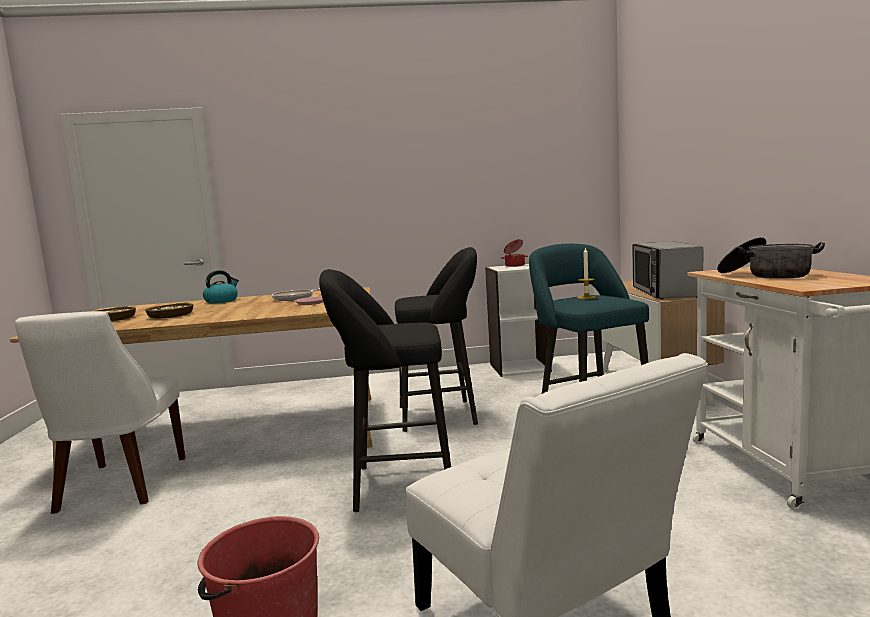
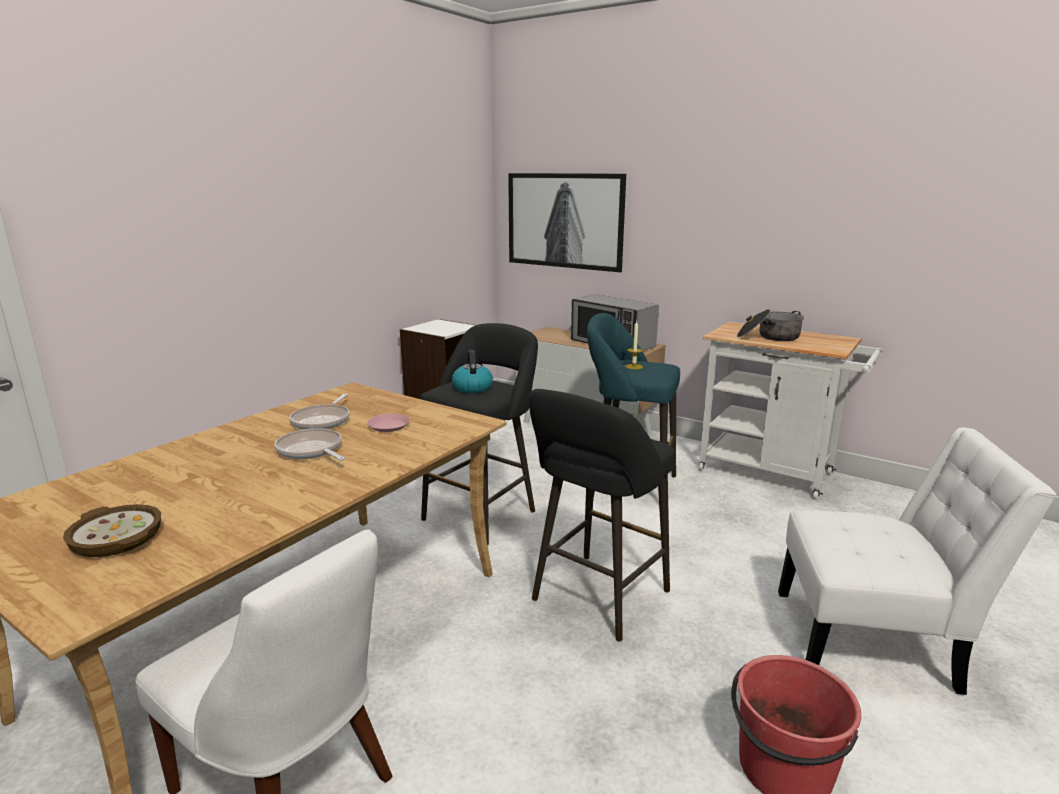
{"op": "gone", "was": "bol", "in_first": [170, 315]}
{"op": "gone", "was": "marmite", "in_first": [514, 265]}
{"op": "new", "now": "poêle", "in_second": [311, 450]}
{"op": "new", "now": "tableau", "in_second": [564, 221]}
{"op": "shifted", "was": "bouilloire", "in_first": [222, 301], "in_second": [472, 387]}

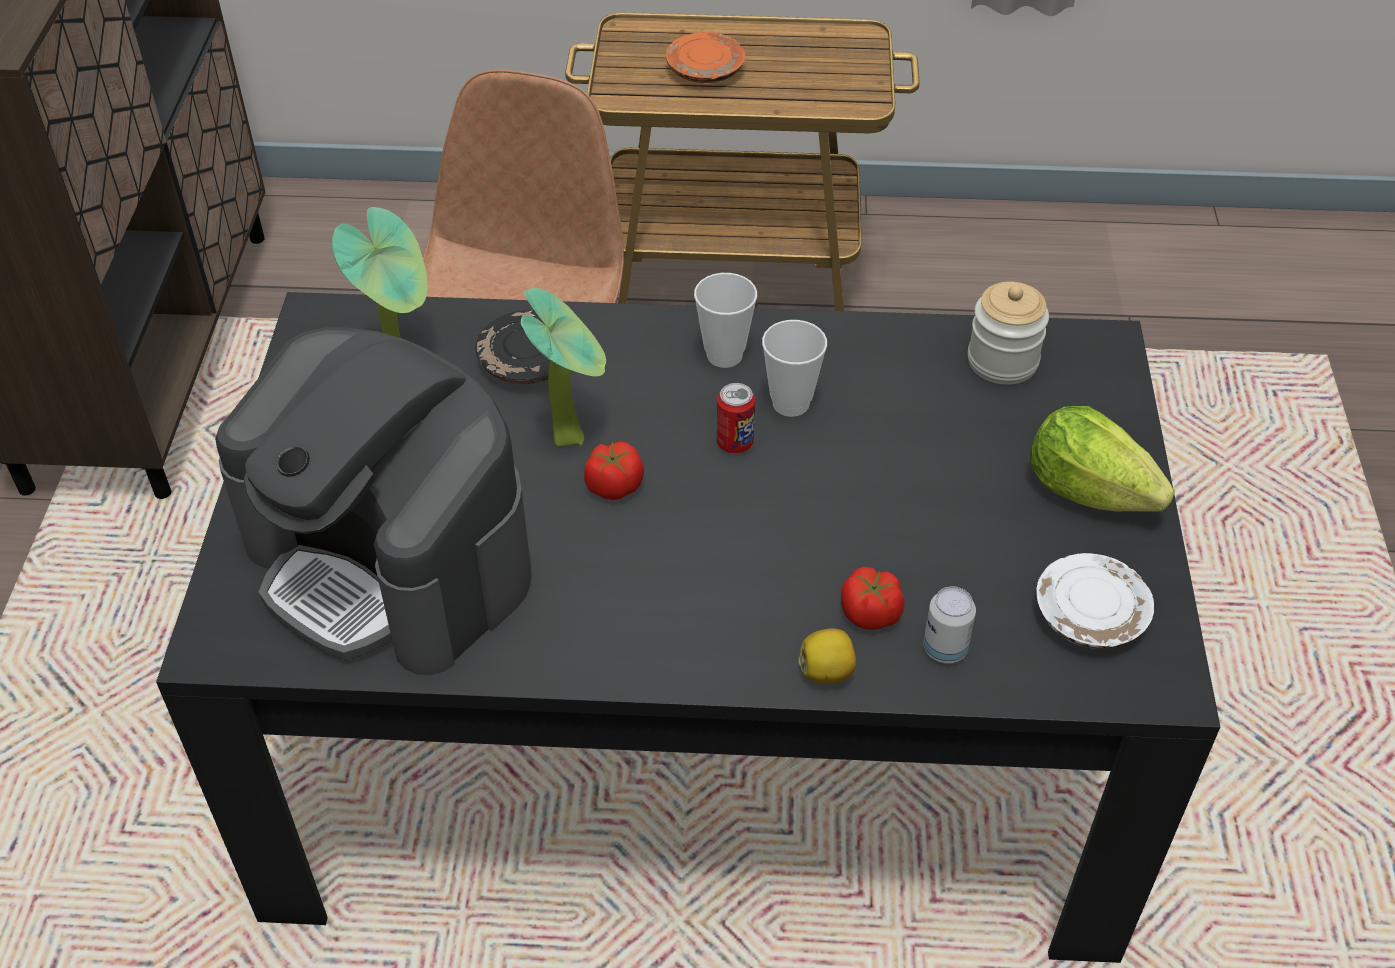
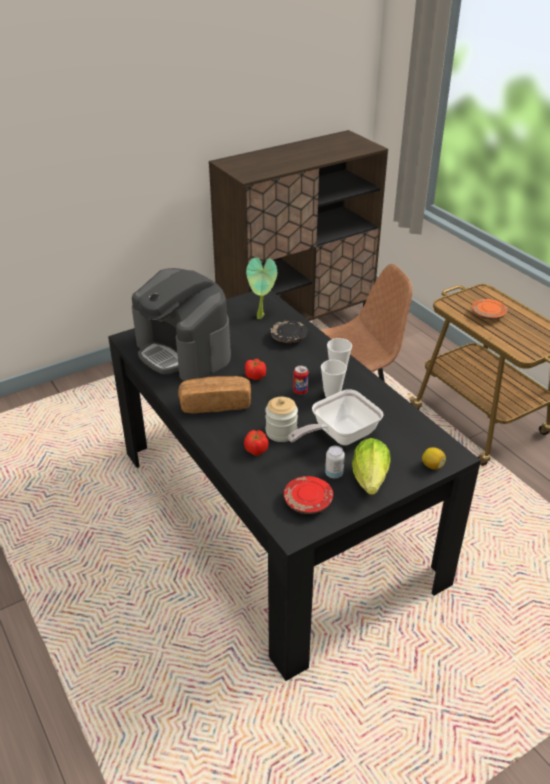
{"op": "gone", "was": "plante en pot", "in_first": [573, 436]}
{"op": "new", "now": "pain", "in_second": [215, 404]}
{"op": "new", "now": "poêle", "in_second": [339, 435]}
{"op": "shifted", "was": "citron", "in_first": [827, 672], "in_second": [432, 465]}
{"op": "shifted", "was": "boîte métallique", "in_first": [945, 649], "in_second": [334, 474]}
{"op": "shifted", "was": "bocal", "in_first": [1002, 361], "in_second": [281, 432]}
{"op": "repainted", "was": "assiette [blanc]", "now": "assiette [rouge]", "in_first": [1090, 615], "in_second": [308, 502]}
{"op": "rotated", "was": "machine à café", "in_first": [392, 562], "in_second": [184, 351], "clockwise": -45}

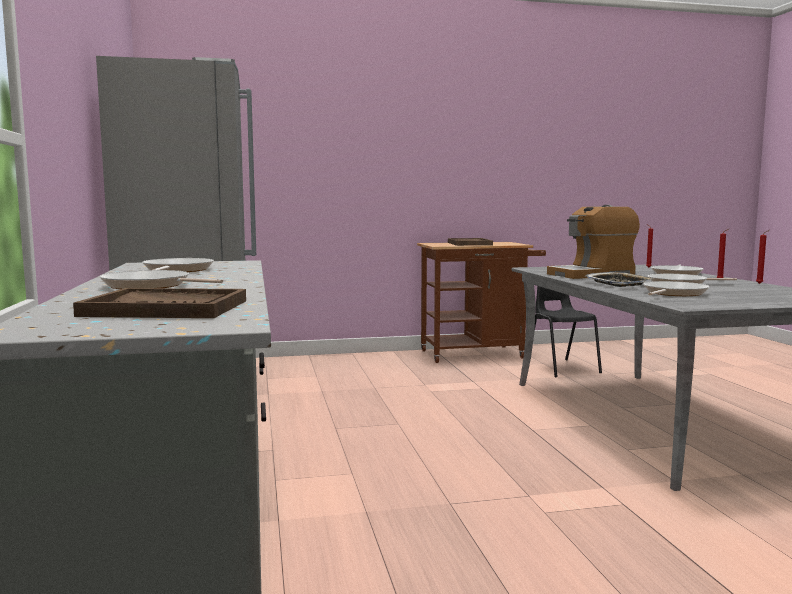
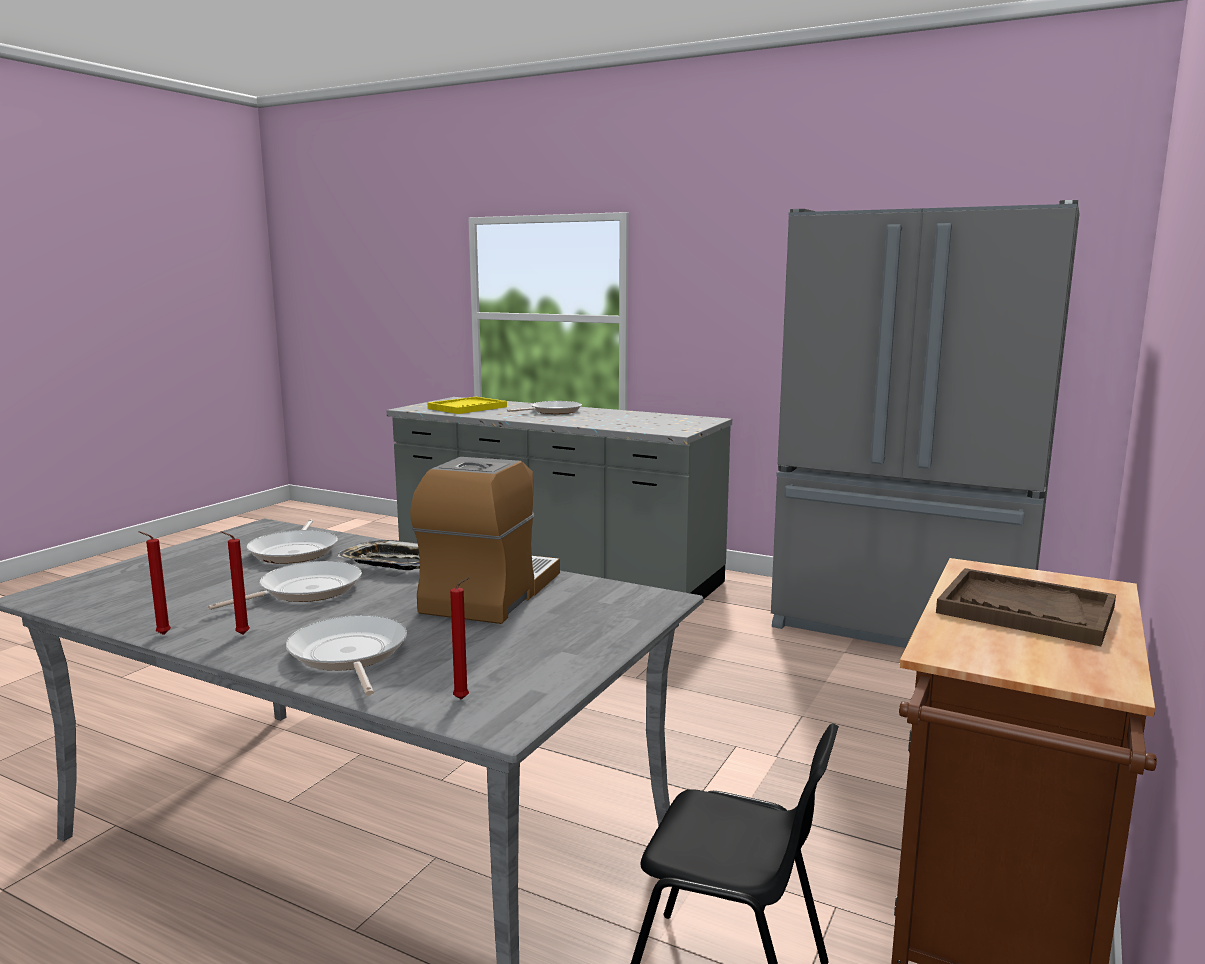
{"op": "gone", "was": "poêle", "in_first": [176, 270]}
{"op": "repainted", "was": "plateau [marron]", "now": "plateau [jaune]", "in_first": [167, 308], "in_second": [467, 408]}

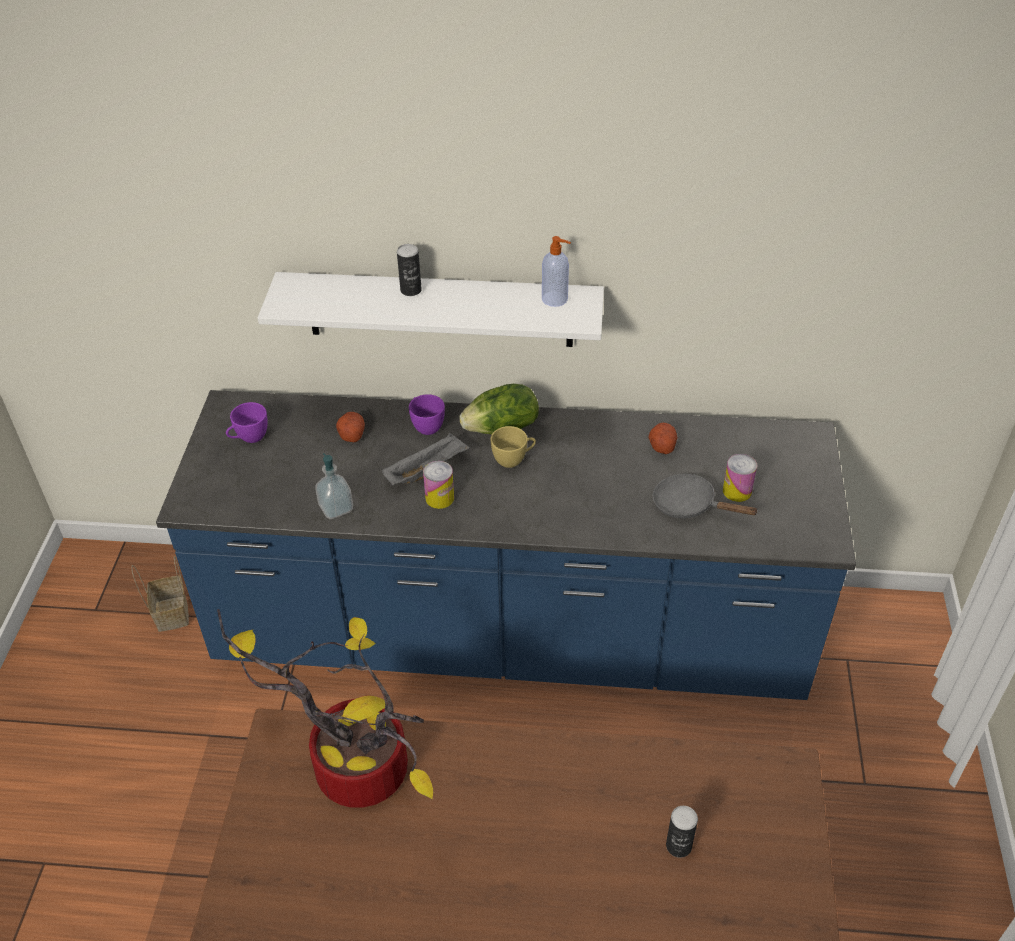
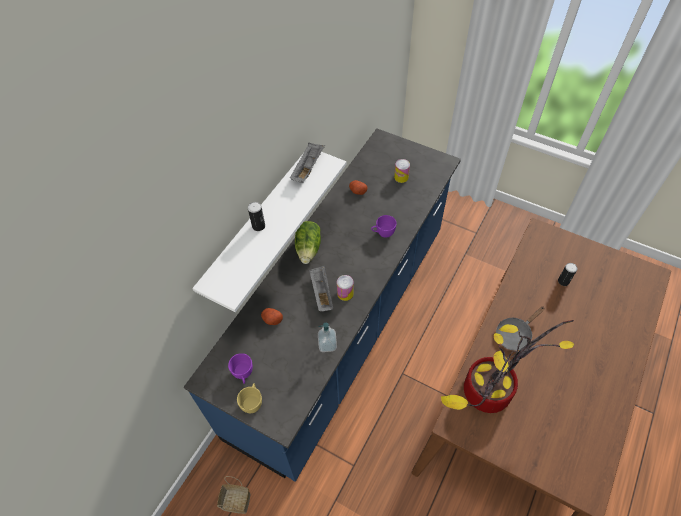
{"op": "shifted", "was": "tasse [violet]", "in_first": [426, 425], "in_second": [383, 233]}
{"op": "shifted", "was": "tasse [jaune]", "in_first": [513, 460], "in_second": [252, 402]}
{"op": "shifted", "was": "poêle [gris]", "in_first": [689, 505], "in_second": [515, 334]}
{"op": "swapped", "was": "distributeur de savon", "now": "plateau [gris]", "in_first": [555, 299], "in_second": [308, 168]}

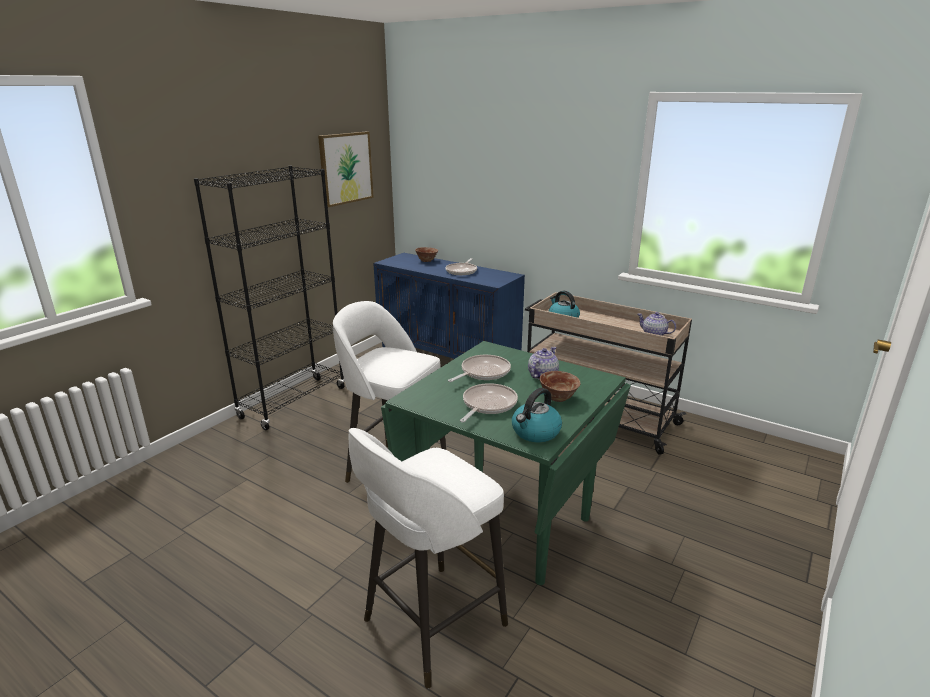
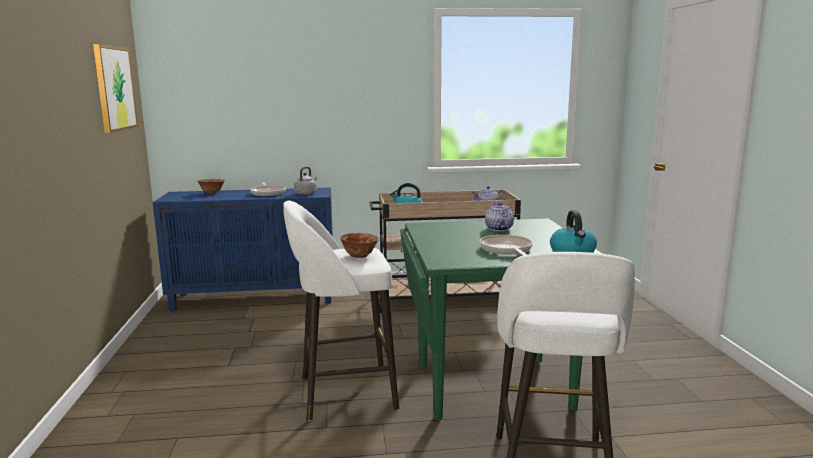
{"op": "gone", "was": "bibliothèque [noir]", "in_first": [293, 402]}
{"op": "gone", "was": "poêle", "in_first": [483, 372]}
{"op": "new", "now": "bouilloire [gris]", "in_second": [306, 193]}
{"op": "shifted", "was": "bol", "in_first": [558, 398], "in_second": [359, 256]}

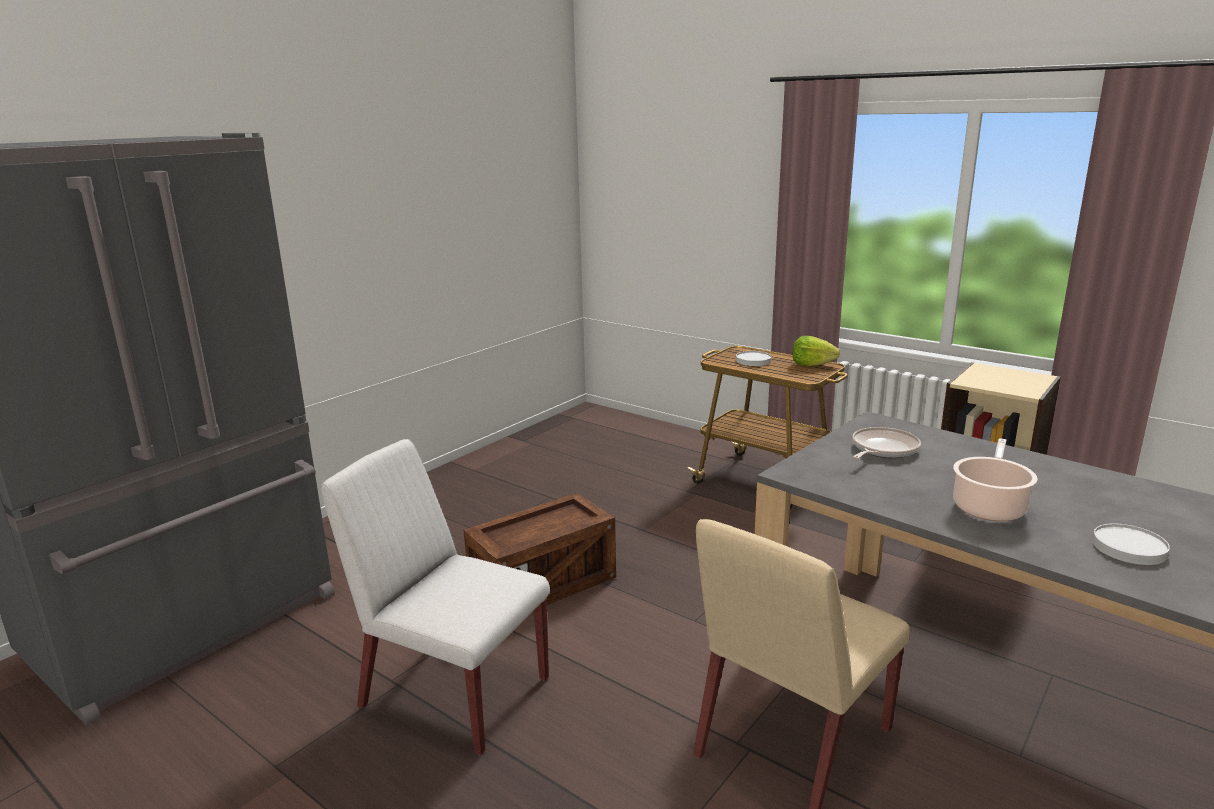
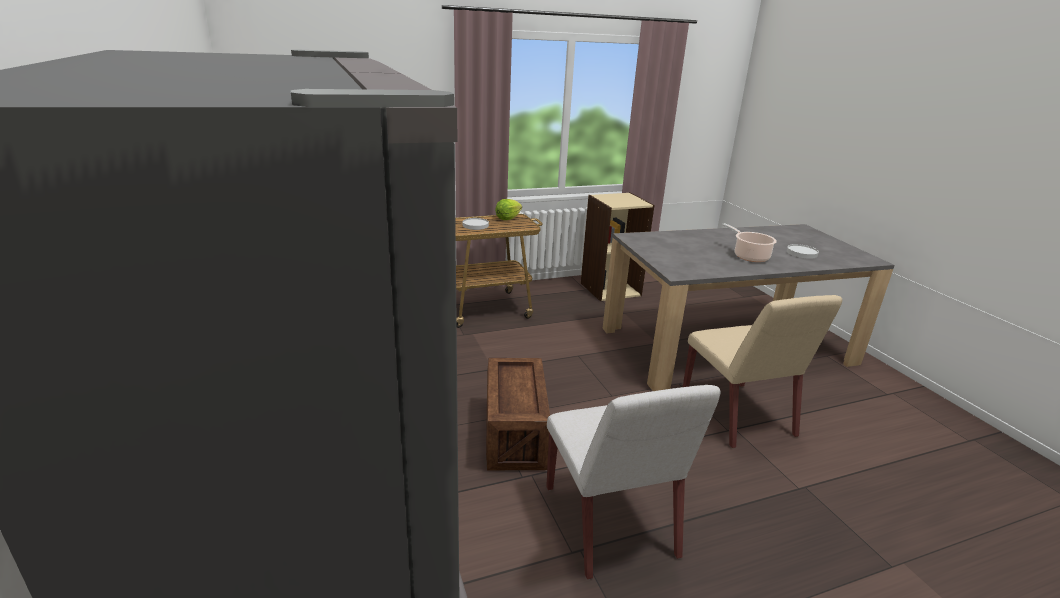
{"op": "gone", "was": "poêle", "in_first": [882, 449]}
{"op": "rotated", "was": "chaise [blanc]", "in_first": [453, 691], "in_second": [610, 522], "clockwise": -75}

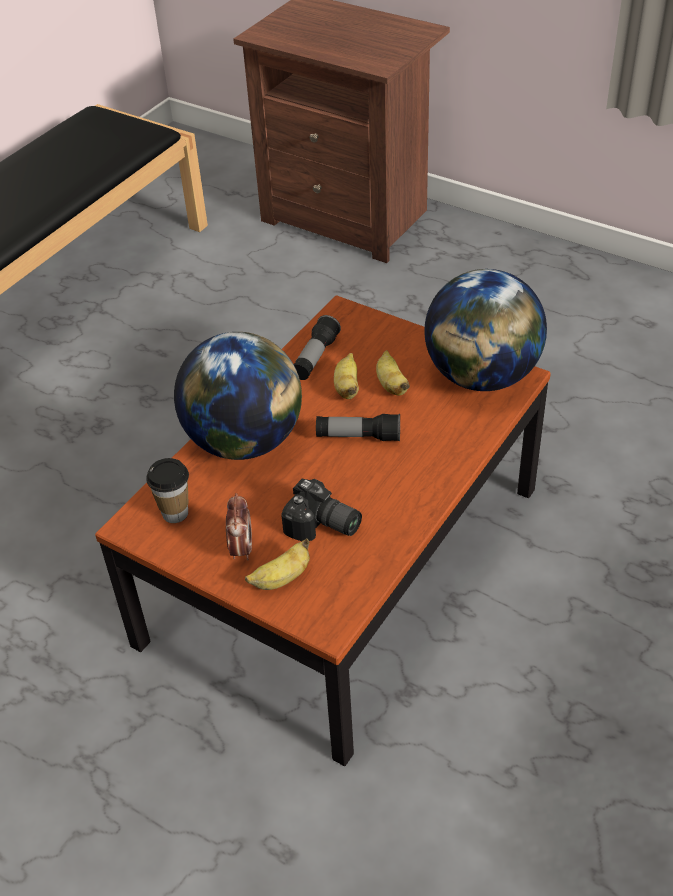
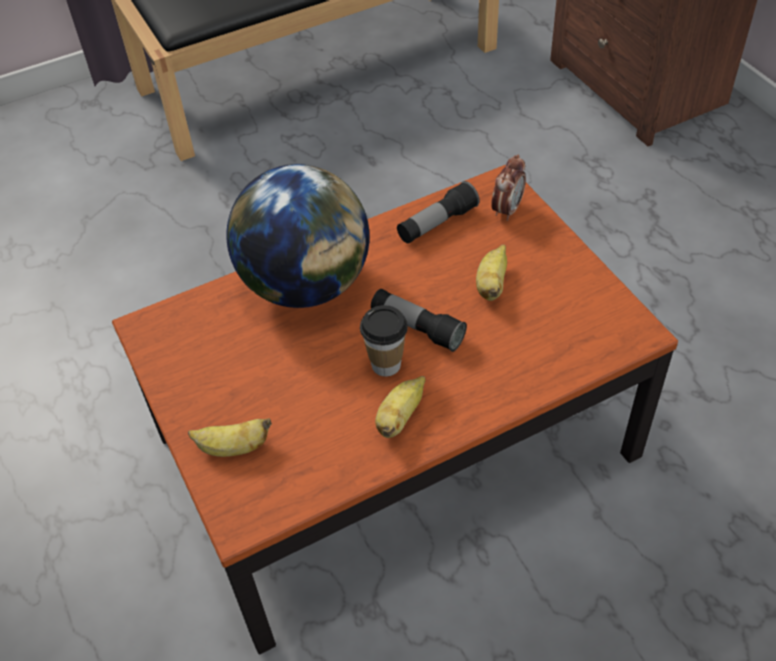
{"op": "gone", "was": "appareil photo", "in_first": [322, 527]}
{"op": "gone", "was": "globe", "in_first": [482, 376]}
{"op": "shifted", "was": "tasse", "in_first": [175, 513], "in_second": [386, 365]}
{"op": "shifted", "was": "réveil", "in_first": [241, 548], "in_second": [507, 210]}
{"op": "shifted", "was": "banane", "in_first": [347, 387], "in_second": [400, 417]}

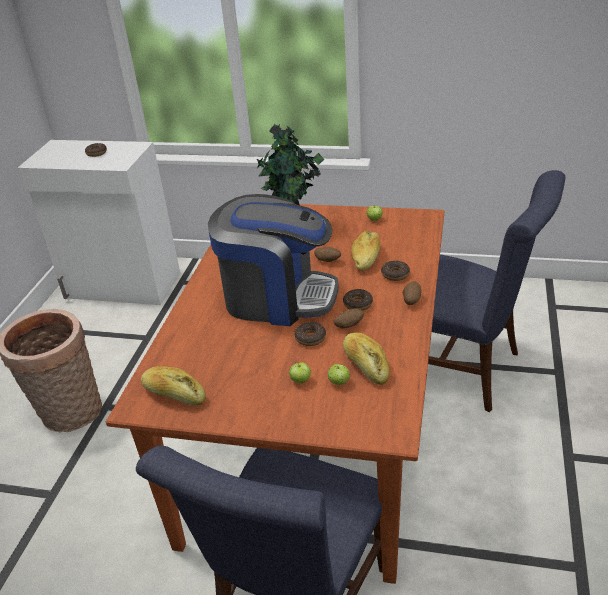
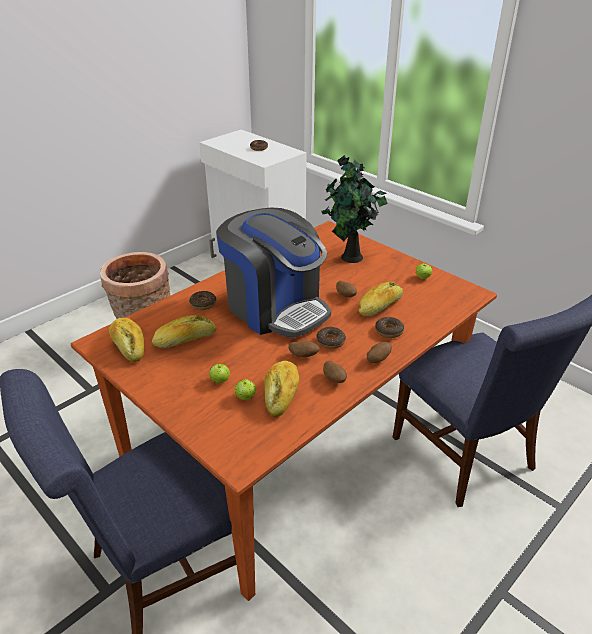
{"op": "new", "now": "pain", "in_second": [185, 340]}
{"op": "new", "now": "pomme de terre", "in_second": [334, 380]}
{"op": "shifted", "was": "beignet", "in_first": [310, 338], "in_second": [203, 304]}

